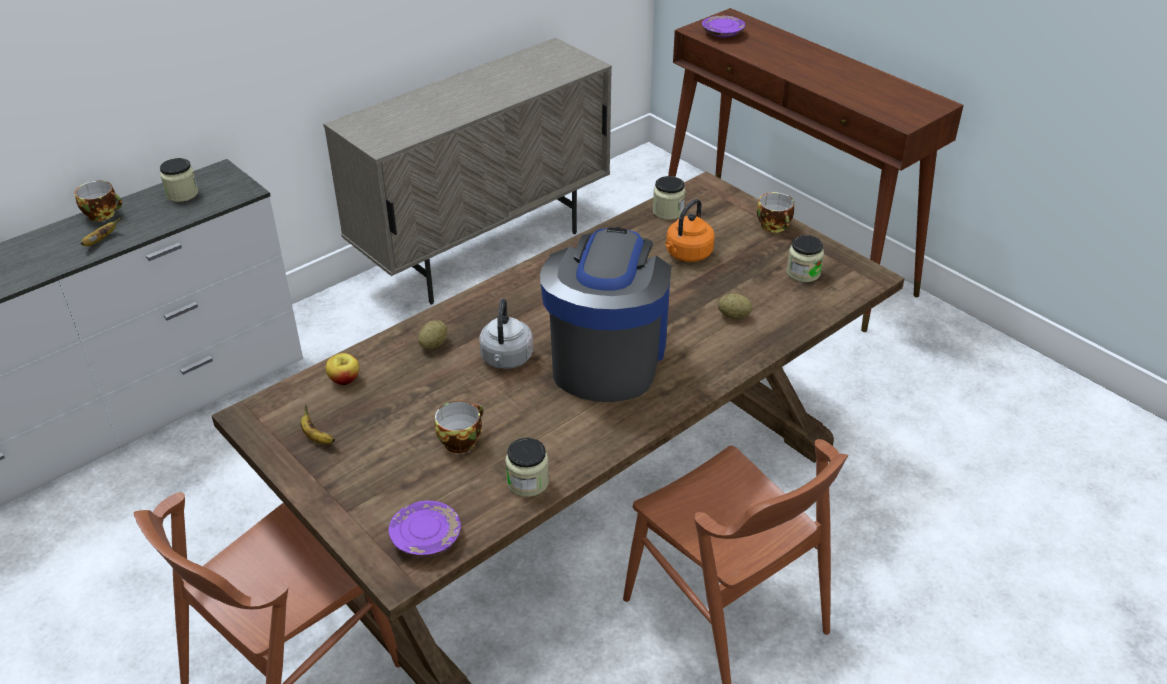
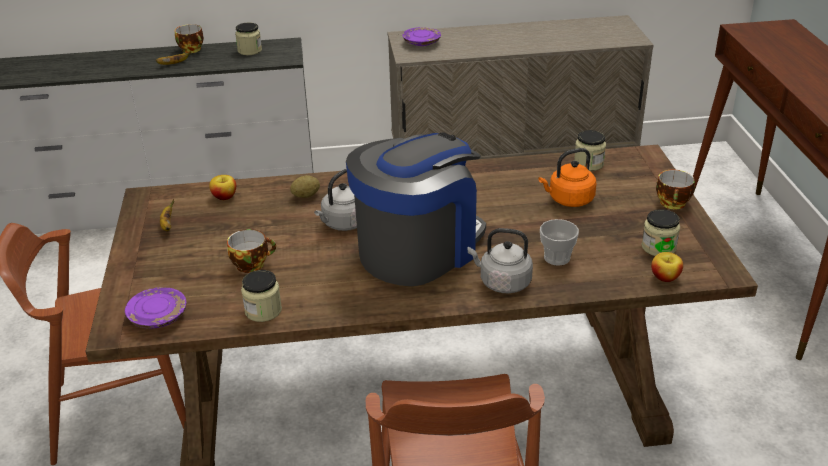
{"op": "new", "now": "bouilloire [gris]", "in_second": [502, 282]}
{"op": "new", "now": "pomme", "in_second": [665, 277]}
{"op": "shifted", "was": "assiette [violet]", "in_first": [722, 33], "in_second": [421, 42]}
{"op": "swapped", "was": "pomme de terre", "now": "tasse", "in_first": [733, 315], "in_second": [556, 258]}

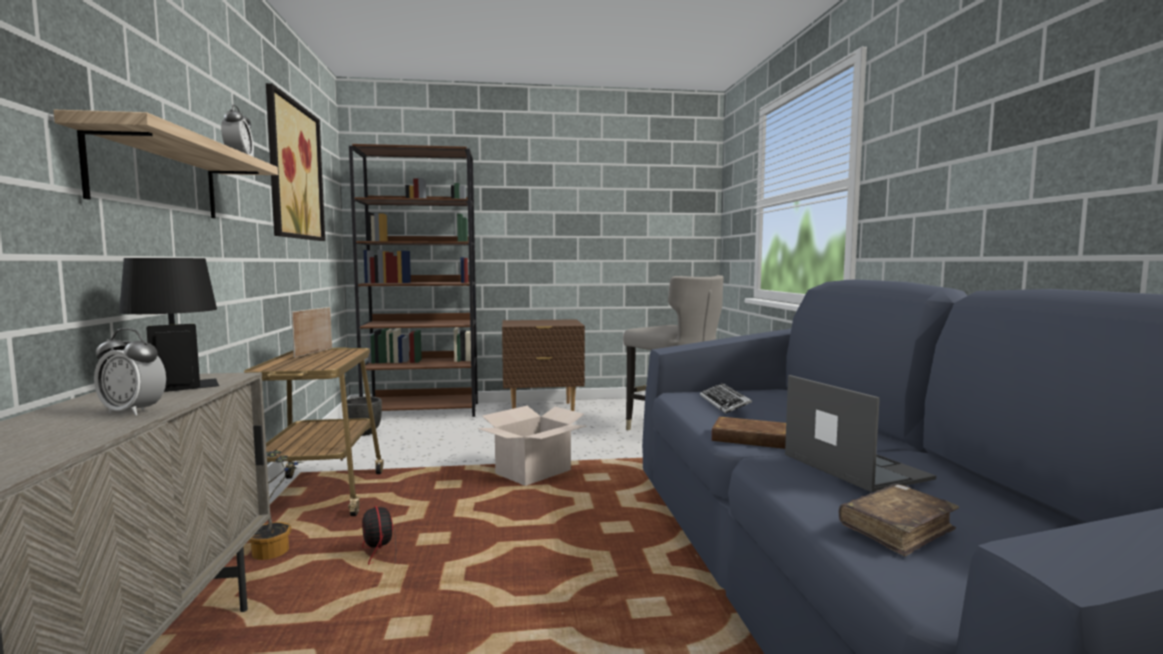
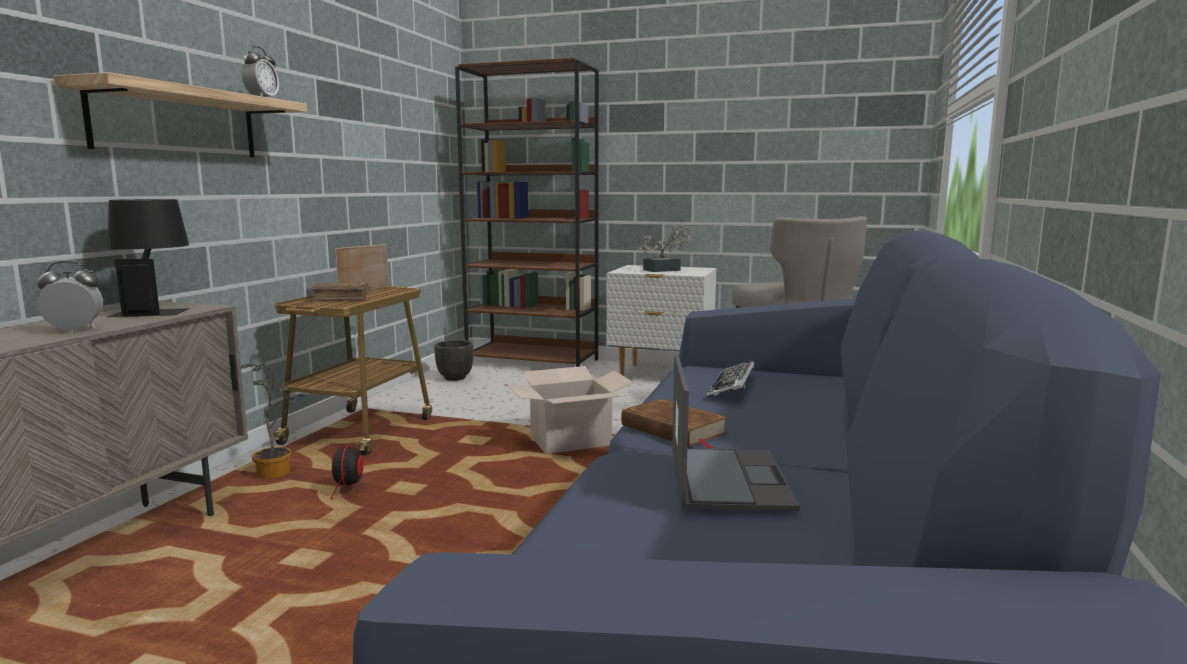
{"op": "gone", "was": "tableau", "in_first": [294, 171]}
{"op": "new", "now": "plante en pot", "in_second": [665, 270]}
{"op": "shifted", "was": "livre [marron]", "in_first": [897, 530], "in_second": [341, 298]}
{"op": "repainted", "was": "table de chevet [marron]", "now": "table de chevet [blanc]", "in_first": [542, 409], "in_second": [661, 374]}
{"op": "rotated", "was": "réveil", "in_first": [133, 412], "in_second": [75, 330], "clockwise": 120}

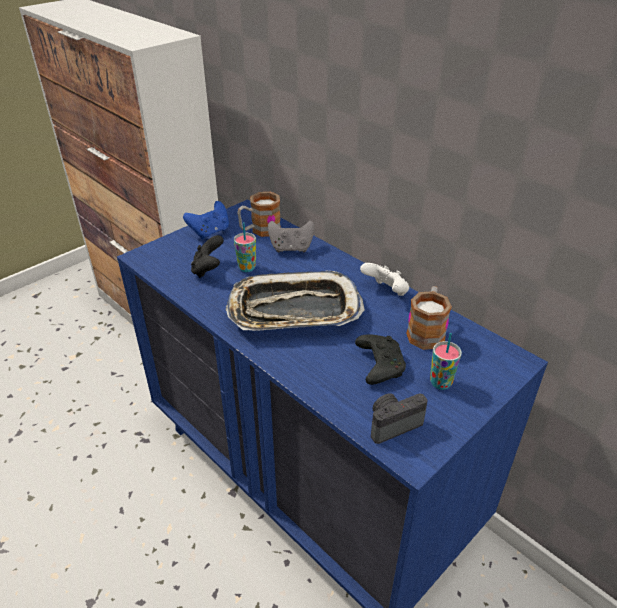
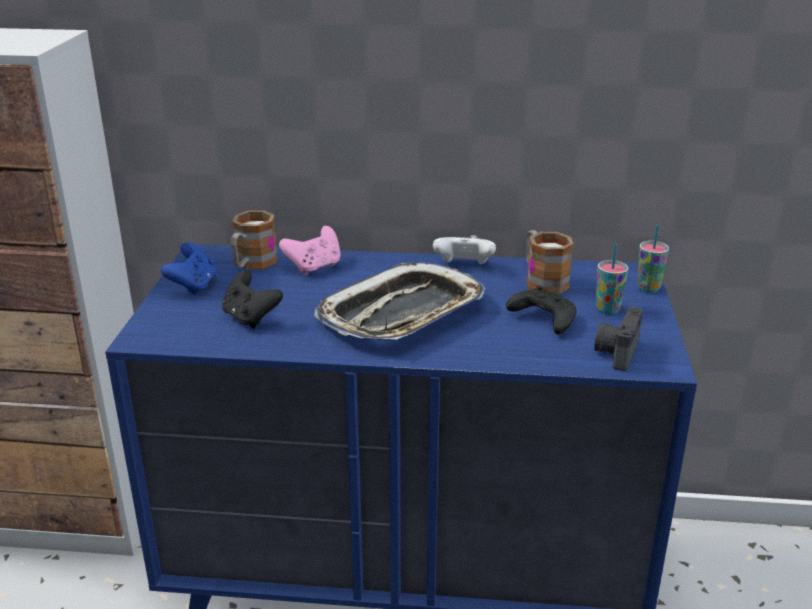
{"op": "shifted", "was": "tasse", "in_first": [247, 268], "in_second": [648, 288]}
{"op": "repainted", "was": "manette [gris]", "now": "manette [rose]", "in_first": [291, 248], "in_second": [314, 267]}

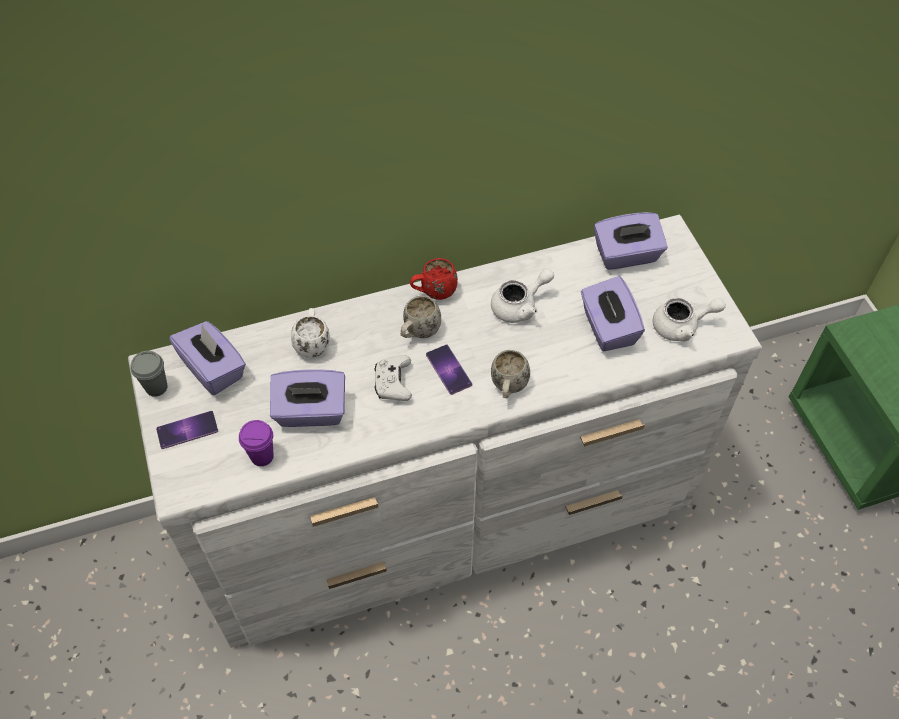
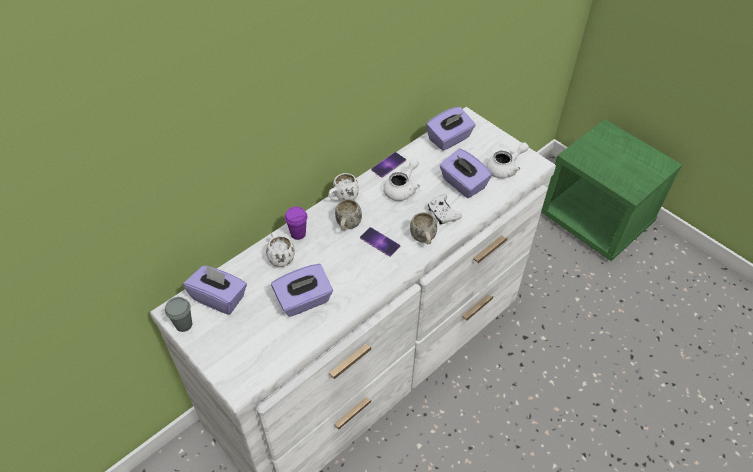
{"op": "shifted", "was": "téléphone", "in_first": [187, 430], "in_second": [388, 165]}
{"op": "shifted", "was": "tasse [violet]", "in_first": [262, 456], "in_second": [298, 234]}
{"op": "shifted", "was": "manette [blanc]", "in_first": [393, 383], "in_second": [442, 214]}
{"op": "repainted", "was": "mug [rouge]", "now": "mug [blanc]", "in_first": [433, 292], "in_second": [343, 199]}

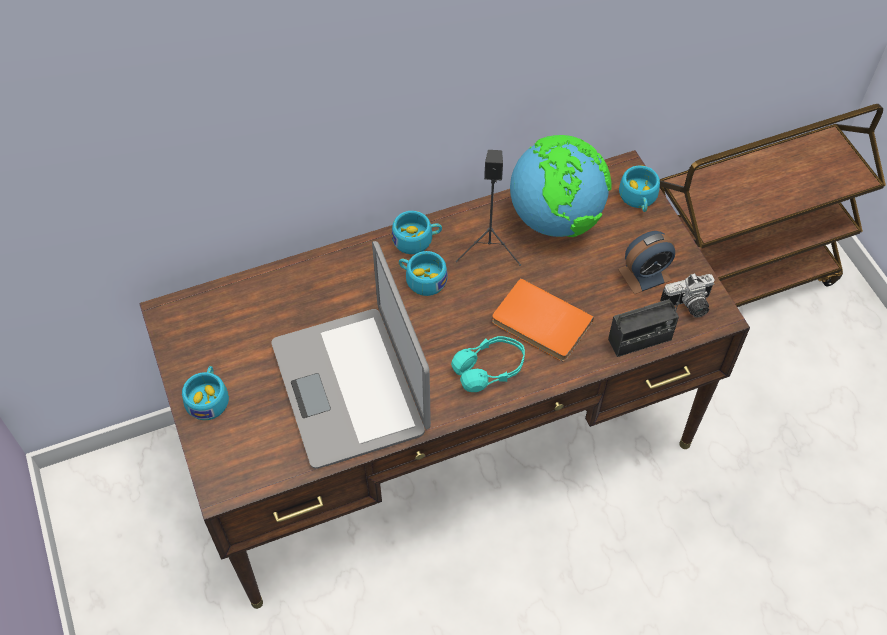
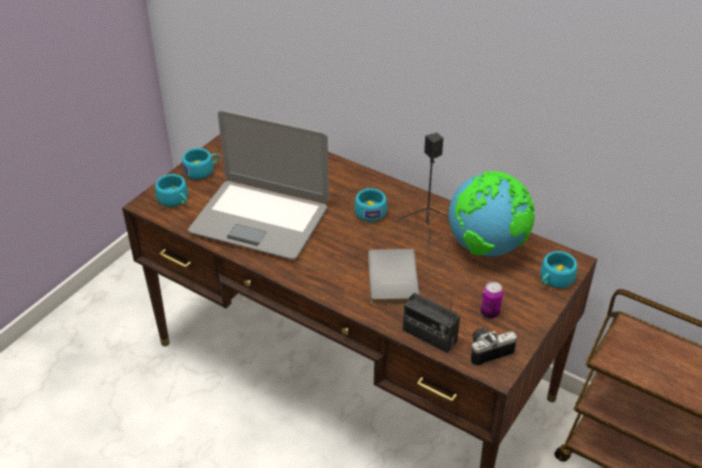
{"op": "gone", "was": "casque audio [turquoise]", "in_first": [489, 369]}
{"op": "shifted", "was": "tasse [turquoise]", "in_first": [417, 239], "in_second": [175, 200]}
{"op": "swapped", "was": "réveil", "now": "boîte métallique", "in_first": [644, 274], "in_second": [489, 313]}
{"op": "repainted", "was": "livre [orange]", "now": "livre [gris]", "in_first": [540, 324], "in_second": [390, 279]}
{"op": "rotated", "was": "ordinateur portable", "in_first": [351, 387], "in_second": [260, 219], "clockwise": -105}
{"op": "rotated", "was": "appareil photo", "in_first": [689, 306], "in_second": [487, 350], "clockwise": 120}

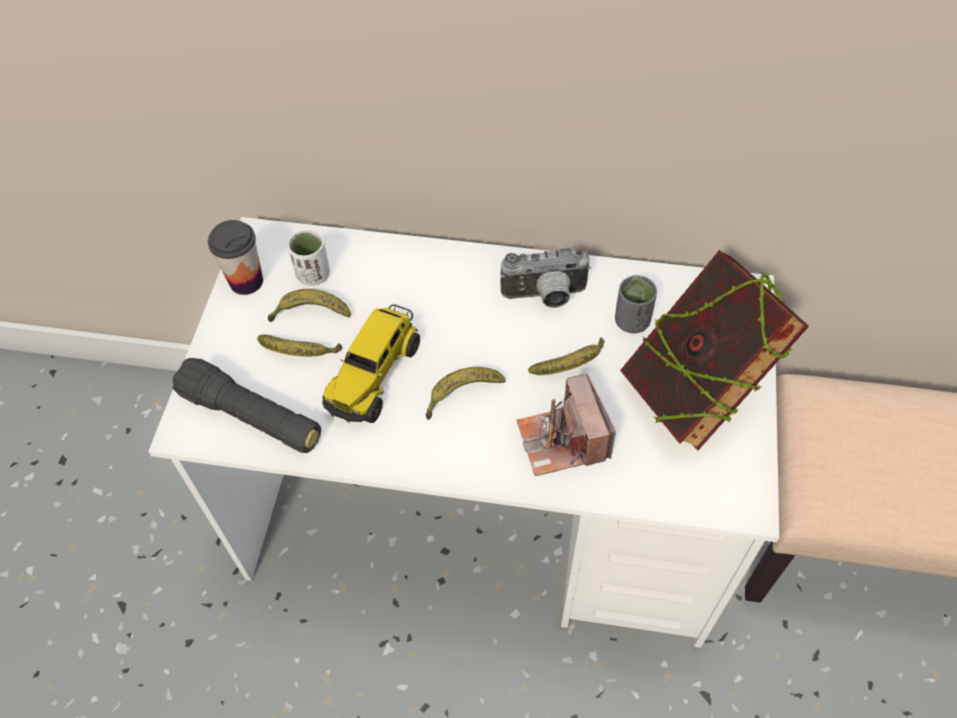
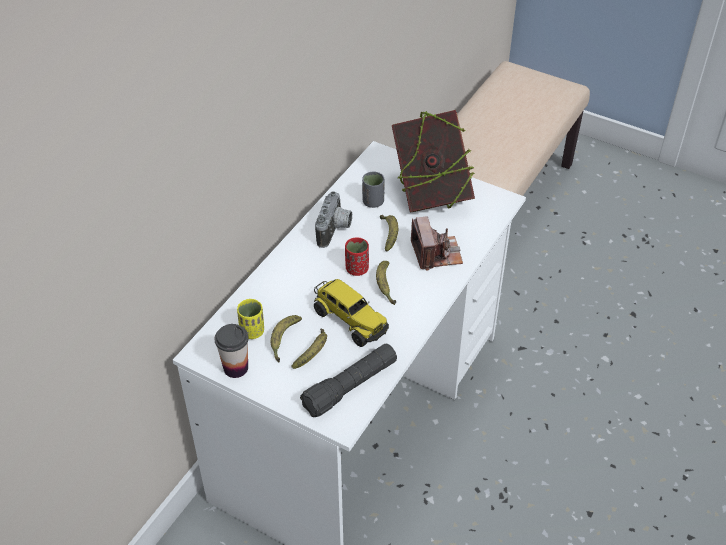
{"op": "new", "now": "tasse [rouge]", "in_second": [357, 269]}
{"op": "repainted", "was": "tasse [blanc]", "now": "tasse [jaune]", "in_first": [313, 275], "in_second": [252, 331]}
{"op": "rotated", "was": "appareil photo", "in_first": [562, 440], "in_second": [436, 253], "clockwise": -105}

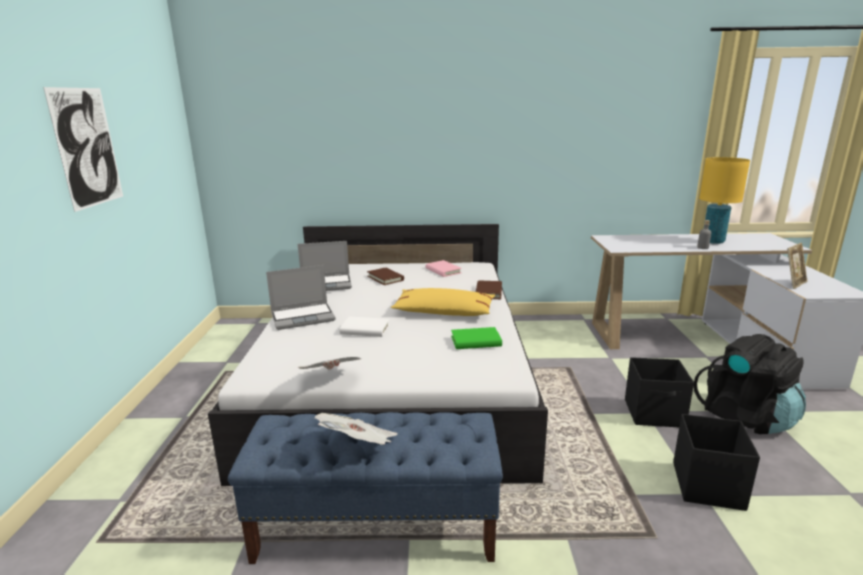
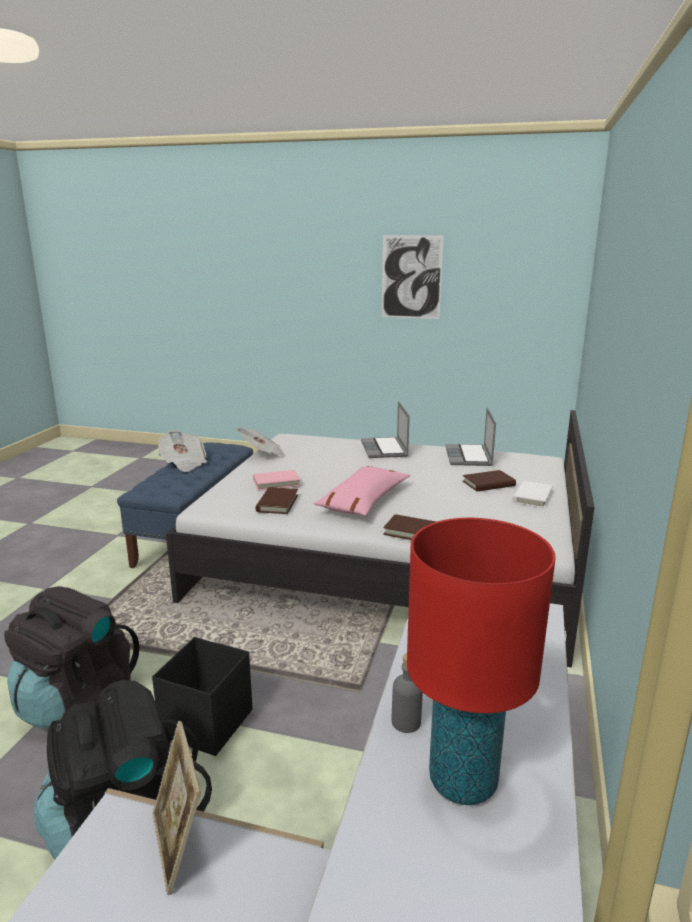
{"op": "shifted", "was": "livre [blanc]", "in_first": [365, 330], "in_second": [532, 497]}
{"op": "shifted", "was": "livre [rose]", "in_first": [443, 271], "in_second": [276, 483]}
{"op": "swapped", "was": "boîte de rangement [noir]", "now": "sac à dos [noir]", "in_first": [708, 485], "in_second": [76, 699]}
{"op": "repainted", "was": "coussin [jaune]", "now": "coussin [rose]", "in_first": [444, 312], "in_second": [363, 501]}
{"op": "repainted", "was": "livre [vert]", "now": "livre [marron]", "in_first": [476, 341], "in_second": [277, 503]}
{"op": "repainted", "was": "lampe de table [jaune]", "now": "lampe de table [rouge]", "in_first": [713, 241], "in_second": [462, 782]}

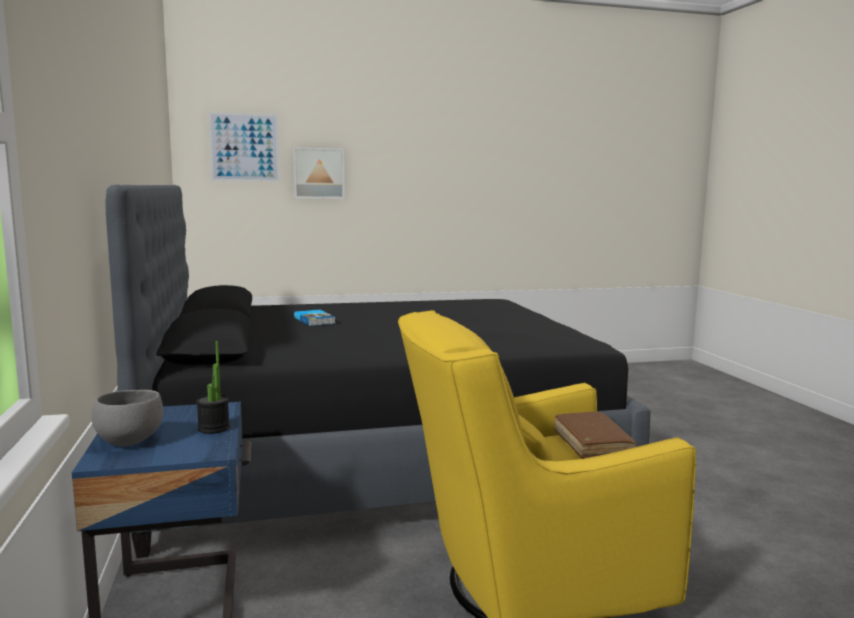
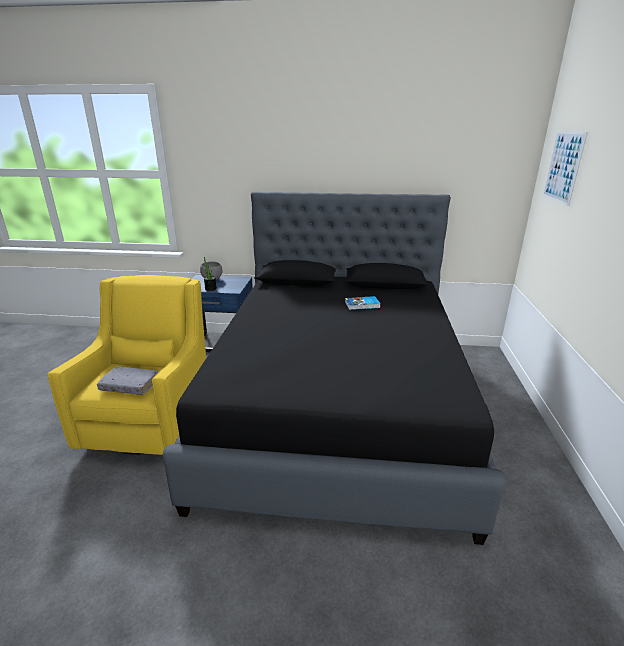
{"op": "gone", "was": "tableau", "in_first": [318, 173]}
{"op": "repainted", "was": "livre [marron]", "now": "livre [gris]", "in_first": [592, 444], "in_second": [130, 386]}

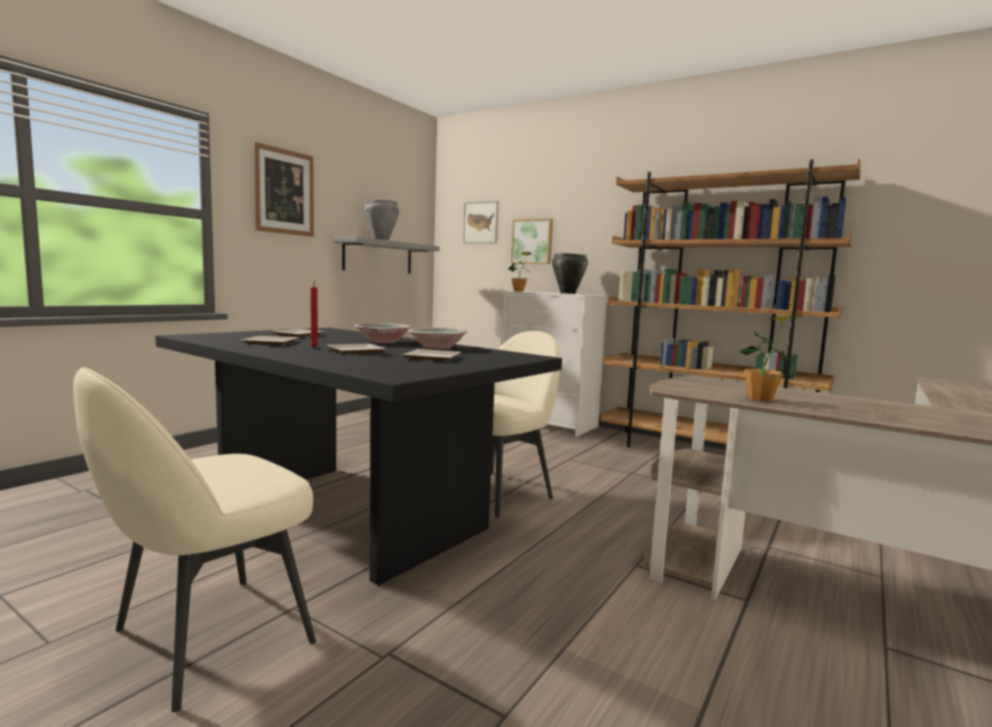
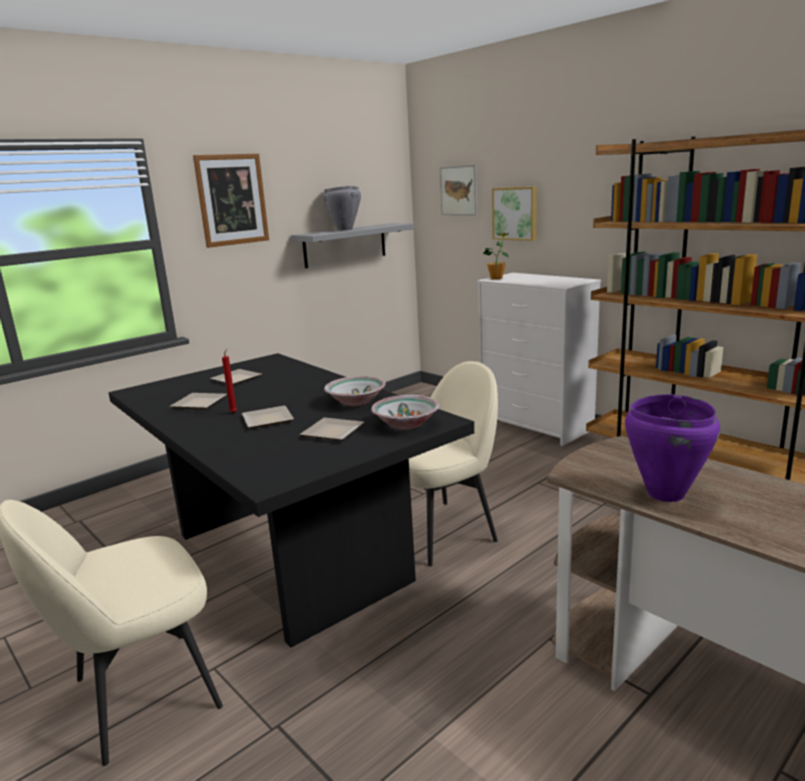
{"op": "gone", "was": "marmite [noir]", "in_first": [568, 293]}
{"op": "shifted", "was": "bol", "in_first": [383, 341], "in_second": [406, 424]}
{"op": "swapped", "was": "plante en pot", "now": "marmite [violet]", "in_first": [760, 399], "in_second": [665, 494]}

